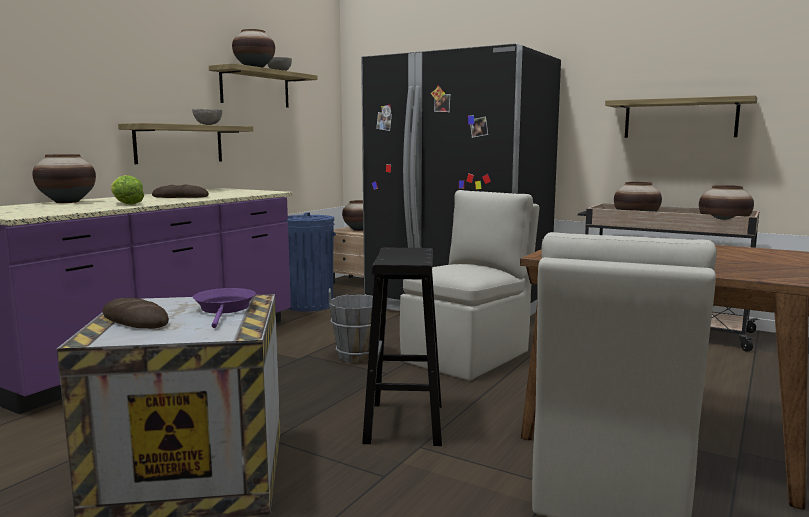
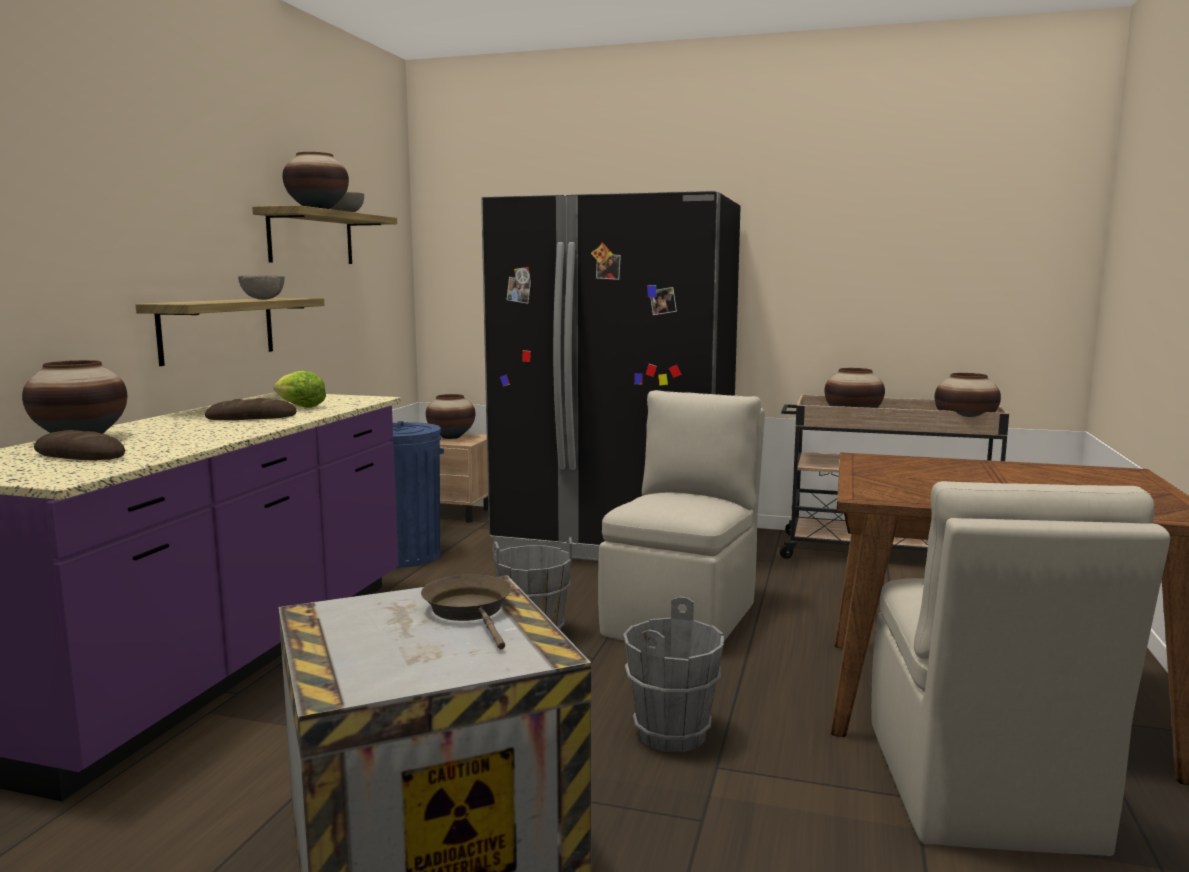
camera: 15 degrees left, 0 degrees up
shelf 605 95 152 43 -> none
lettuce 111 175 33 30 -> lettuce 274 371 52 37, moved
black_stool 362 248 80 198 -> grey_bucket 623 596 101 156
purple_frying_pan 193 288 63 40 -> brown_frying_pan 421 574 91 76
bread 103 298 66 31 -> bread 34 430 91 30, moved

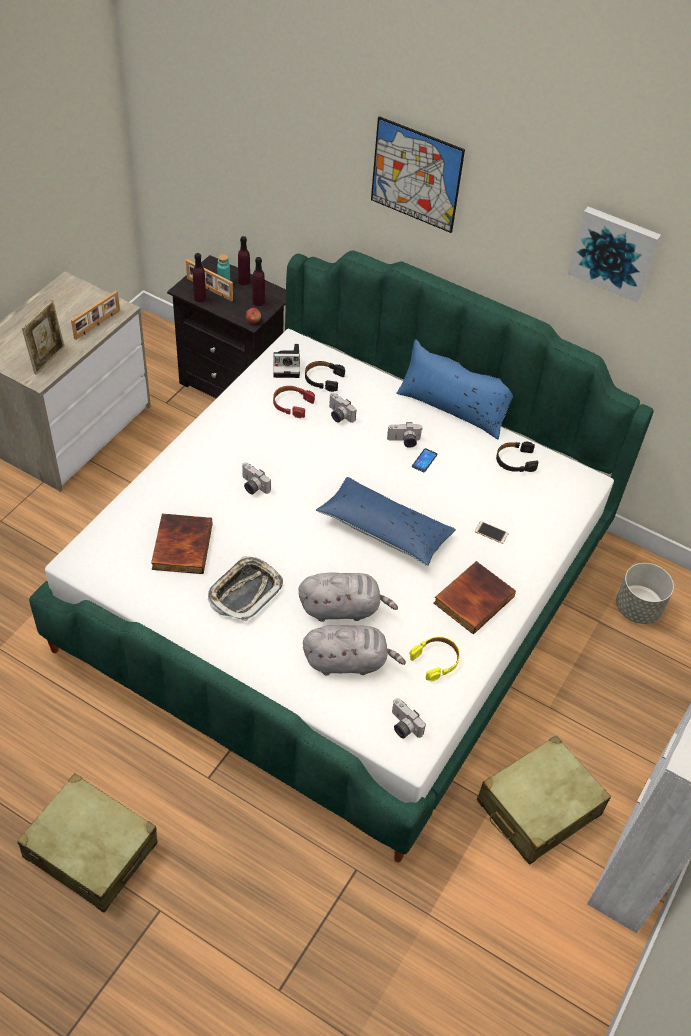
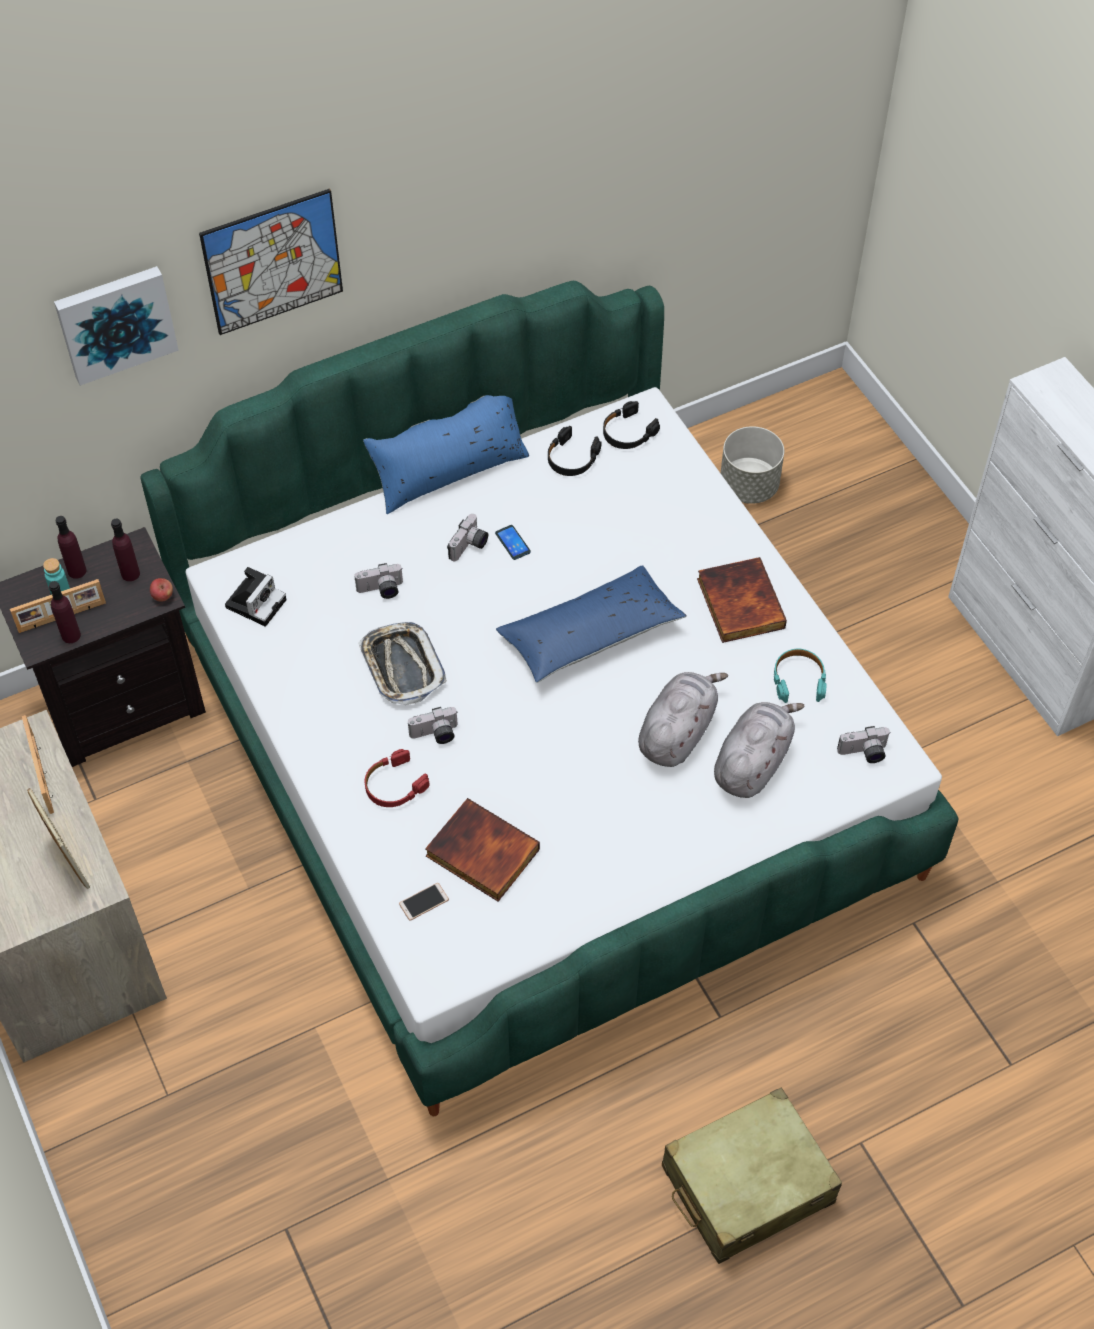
camera: 55 degrees left, 5 degrees up
picture 568 206 93 96 -> picture 54 266 125 120, moved
black_headphones 305 361 40 31 -> black_headphones 603 401 57 48, moved
red_headphones 273 386 42 32 -> red_headphones 365 749 65 58, moved
phone 475 521 34 23 -> phone 399 883 50 38, moved
tray 208 556 75 65 -> tray 358 622 89 83, moved
yellow_headphones 409 637 51 44 -> turquoise_headphones 774 649 53 54
beige_suitcase 477 736 134 129 -> none

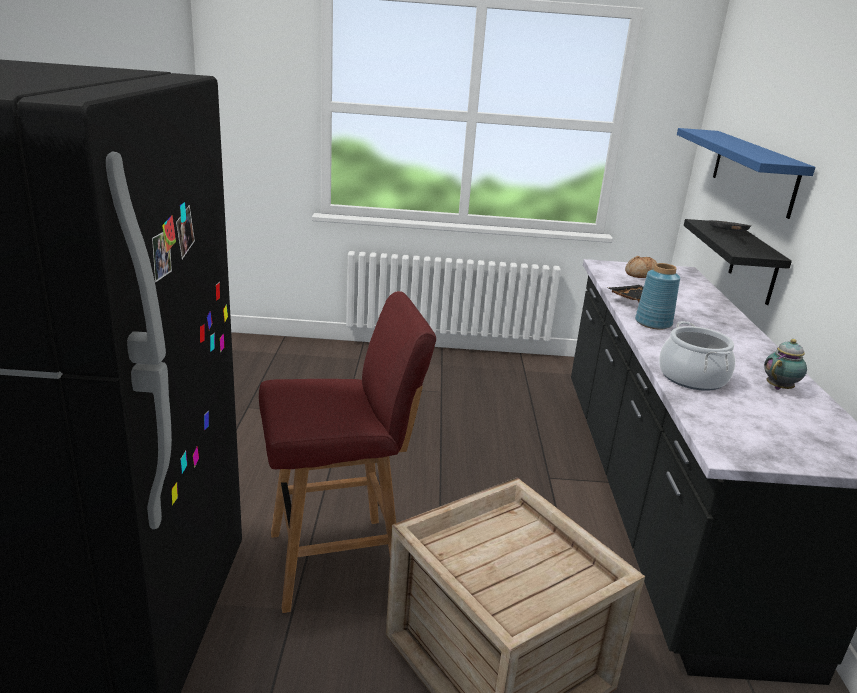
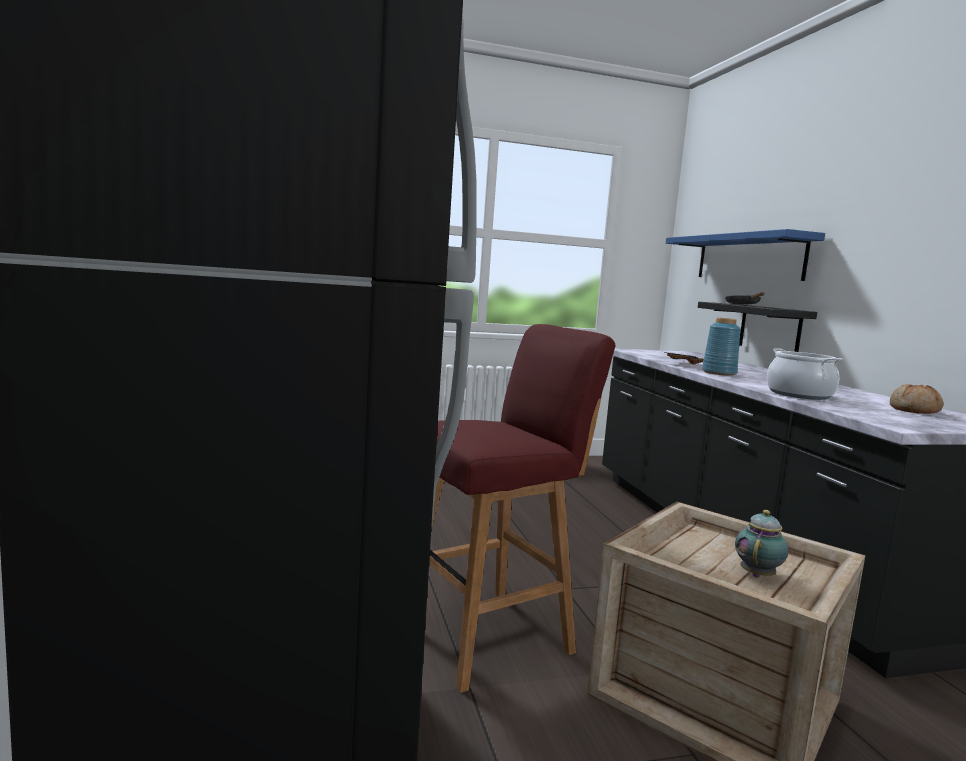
camera: 15 degrees left, 15 degrees down
bread 625 256 32 22 -> bread 890 384 53 30, moved
teapot 764 339 43 51 -> teapot 735 510 53 68, moved

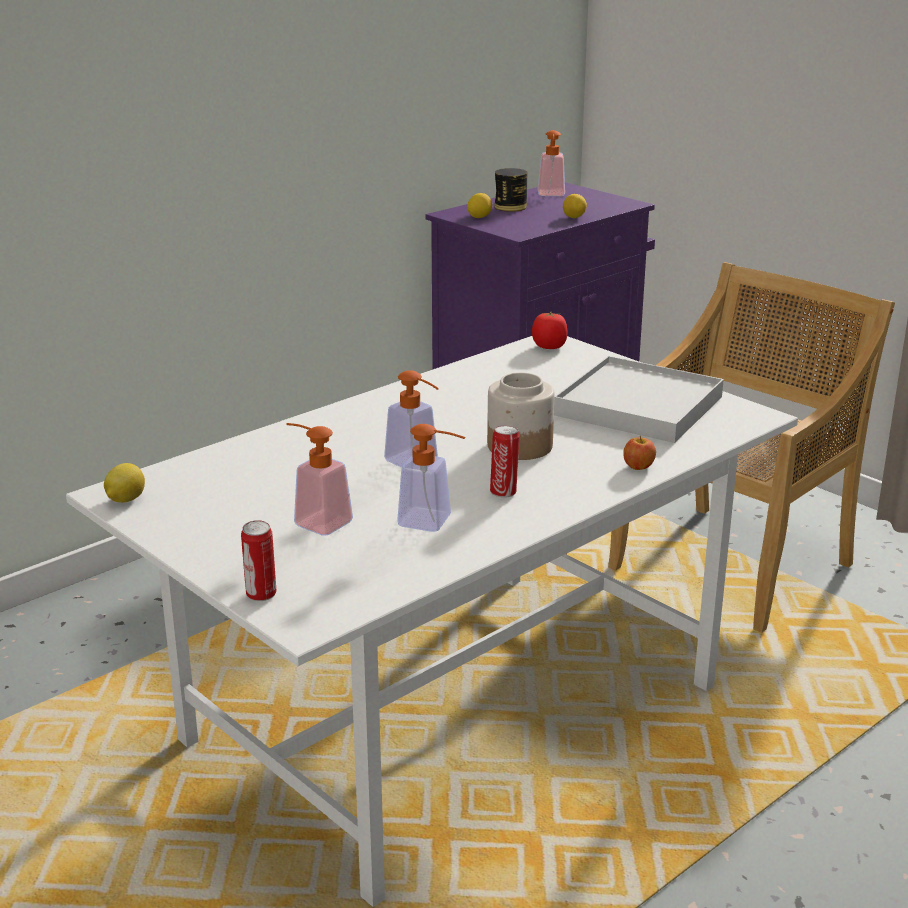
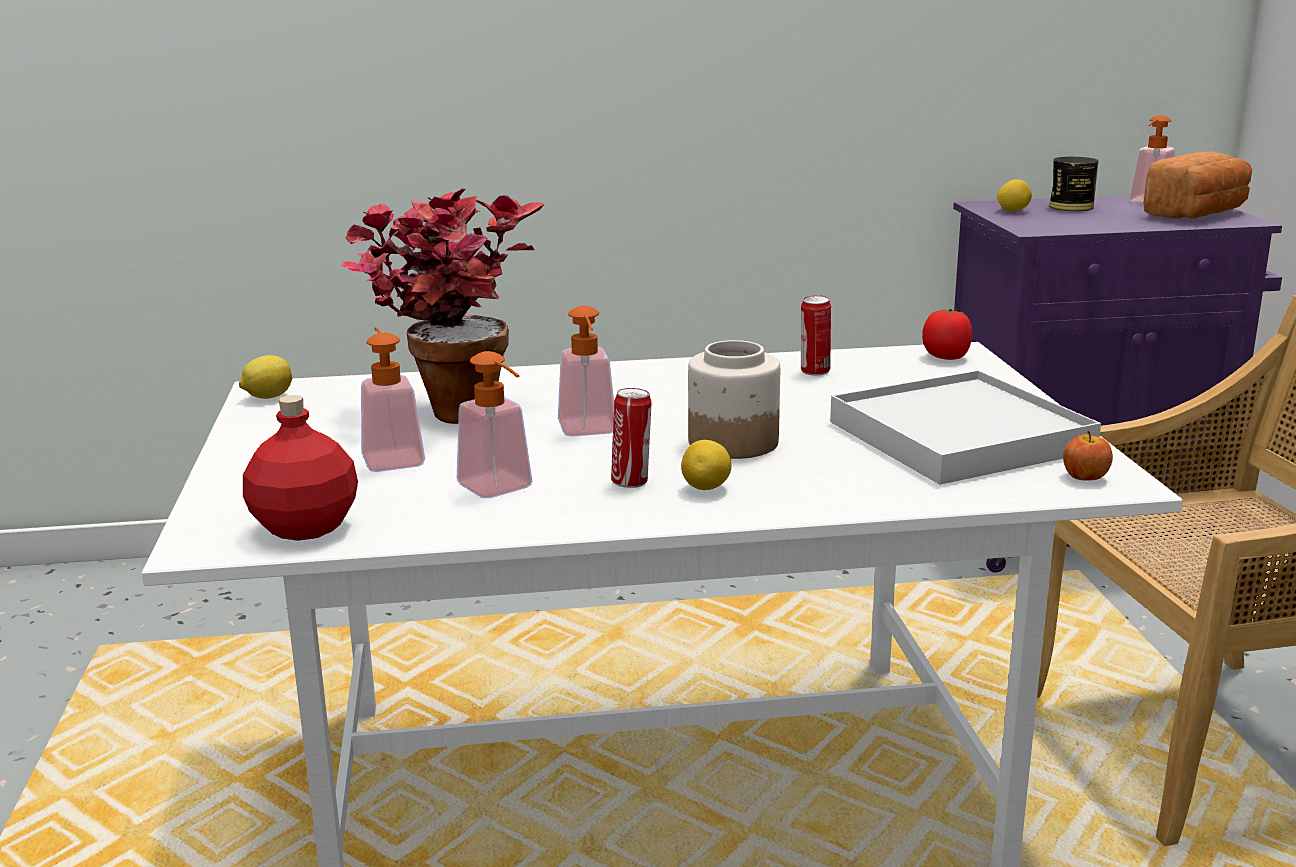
camera: 35 degrees right, 5 degrees down
lemon 563 194 24 24 -> lemon 681 440 50 50, moved
apple 623 436 33 34 -> apple 1063 430 50 51, moved
can 241 520 36 81 -> can 801 295 30 81, moved
none -> bread 1143 151 109 68
none -> potted_plant 341 189 204 235
none -> red_bottle 243 395 115 146

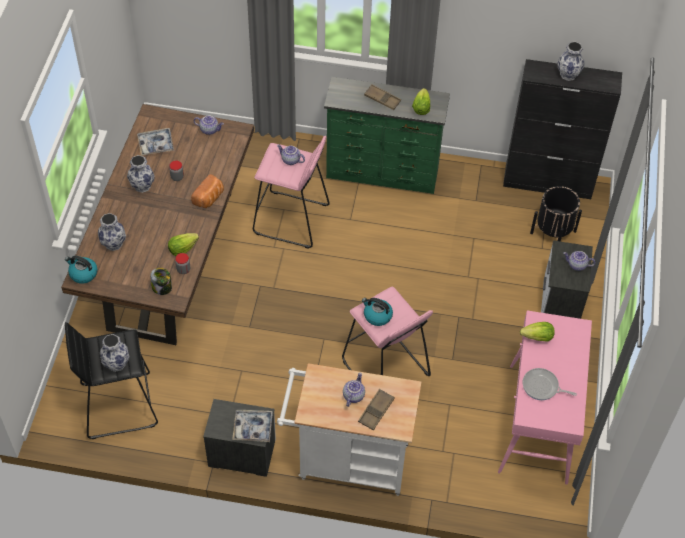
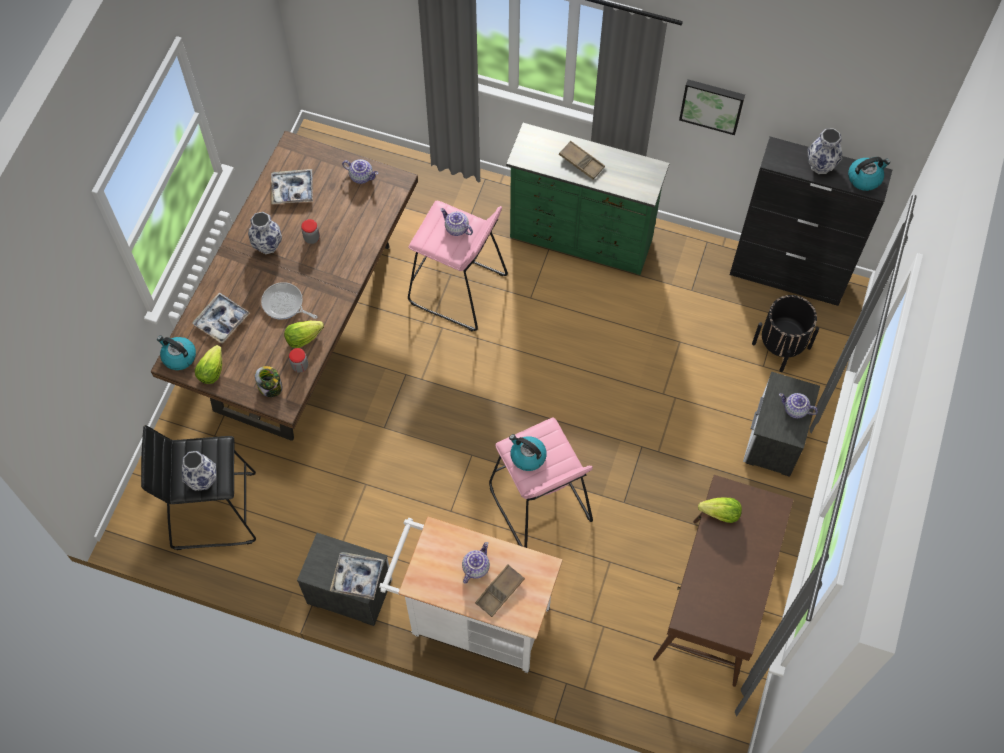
camera: 10 degrees right, 10 degrees up
lettuce 412 88 18 27 -> lettuce 195 345 27 39, moved
bread 191 174 33 34 -> none
vase 98 213 28 38 -> tray 192 292 58 52
pink_console_table 498 310 94 175 -> brown_console_table 653 475 141 212
frying_pan 523 368 54 32 -> frying_pan 261 282 56 38, moved
none -> picture 679 79 66 56
none -> kettle 848 157 42 34

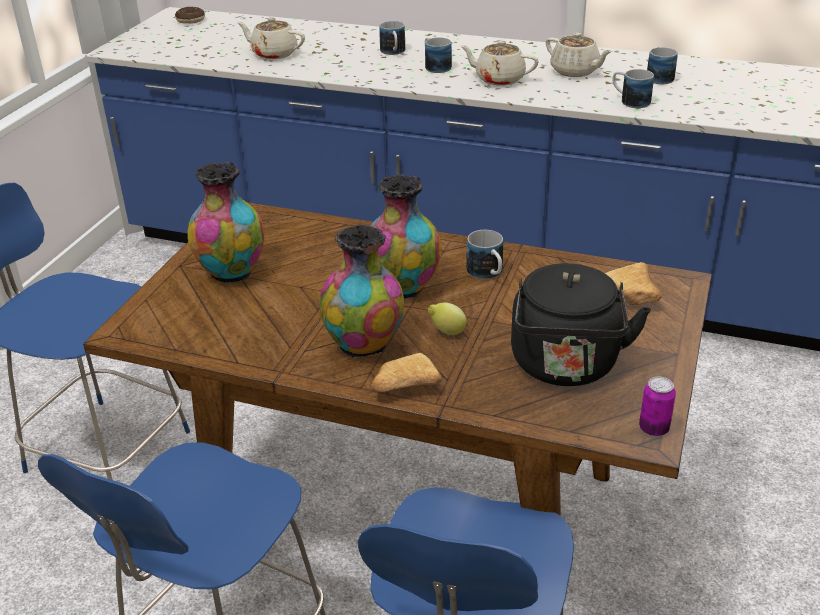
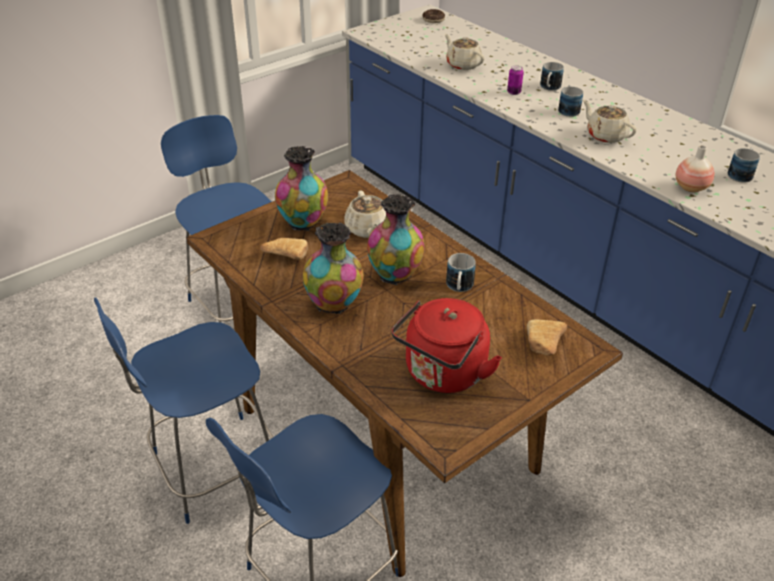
camera: 30 degrees right, 5 degrees up
beige_teapot 546 32 66 45 -> beige_teapot 344 190 42 48, moved
mug 612 69 42 39 -> vase 676 145 38 47
black_kettle 511 263 140 123 -> red_kettle 391 298 111 95
lemon 428 303 38 32 -> none
bread 372 353 70 39 -> bread 260 238 48 22, moved
can 639 377 37 59 -> can 507 65 17 30, moved

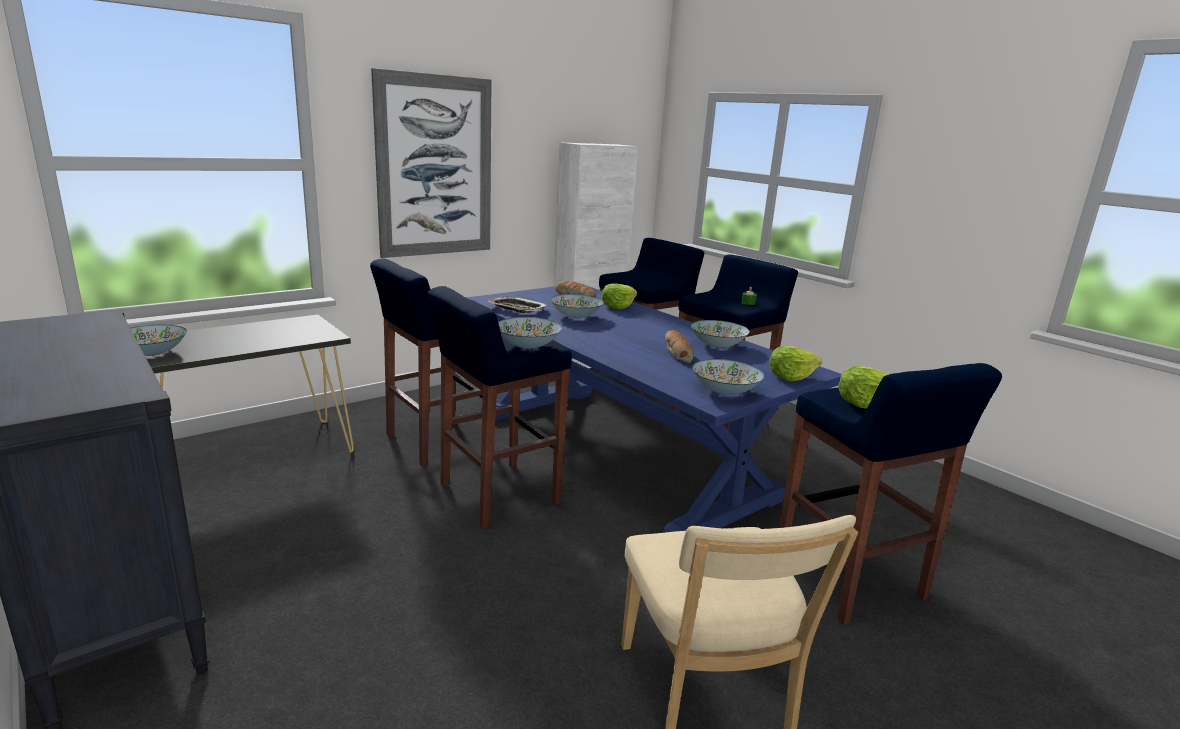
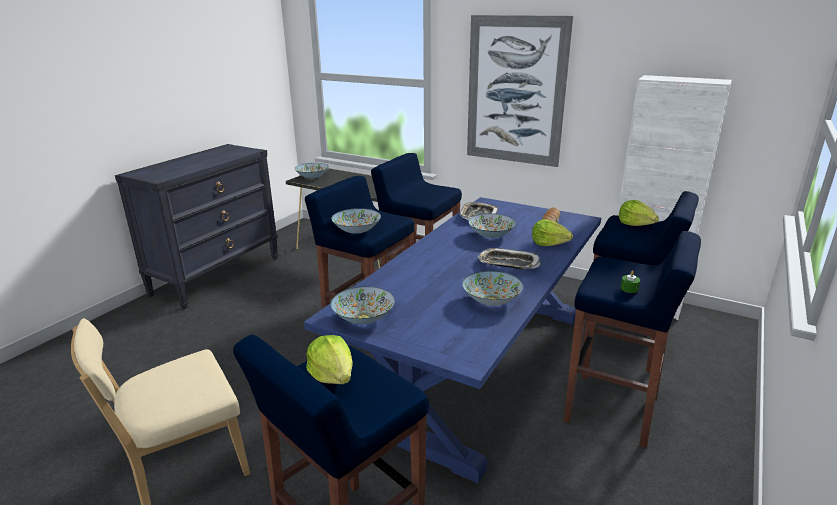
camera: 70 degrees right, 5 degrees up
bread 665 330 29 33 -> none
lettuce 770 346 52 35 -> lettuce 619 200 40 26, moved
none -> tray 478 248 63 22

